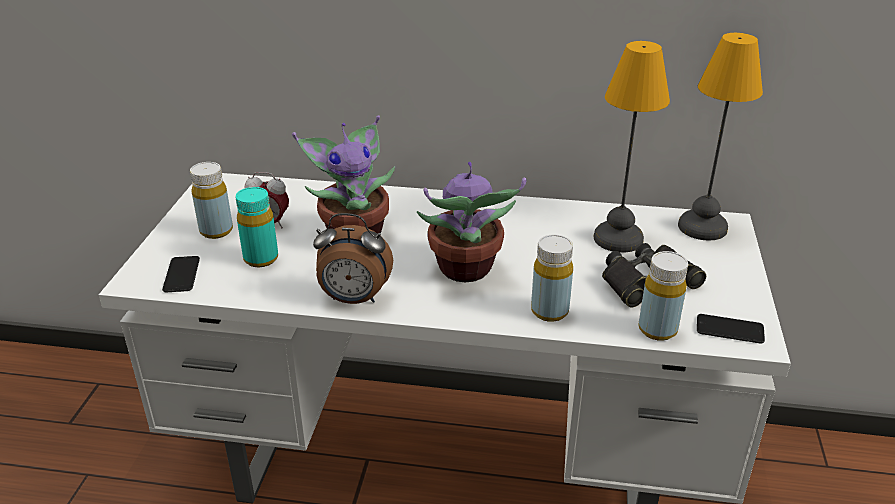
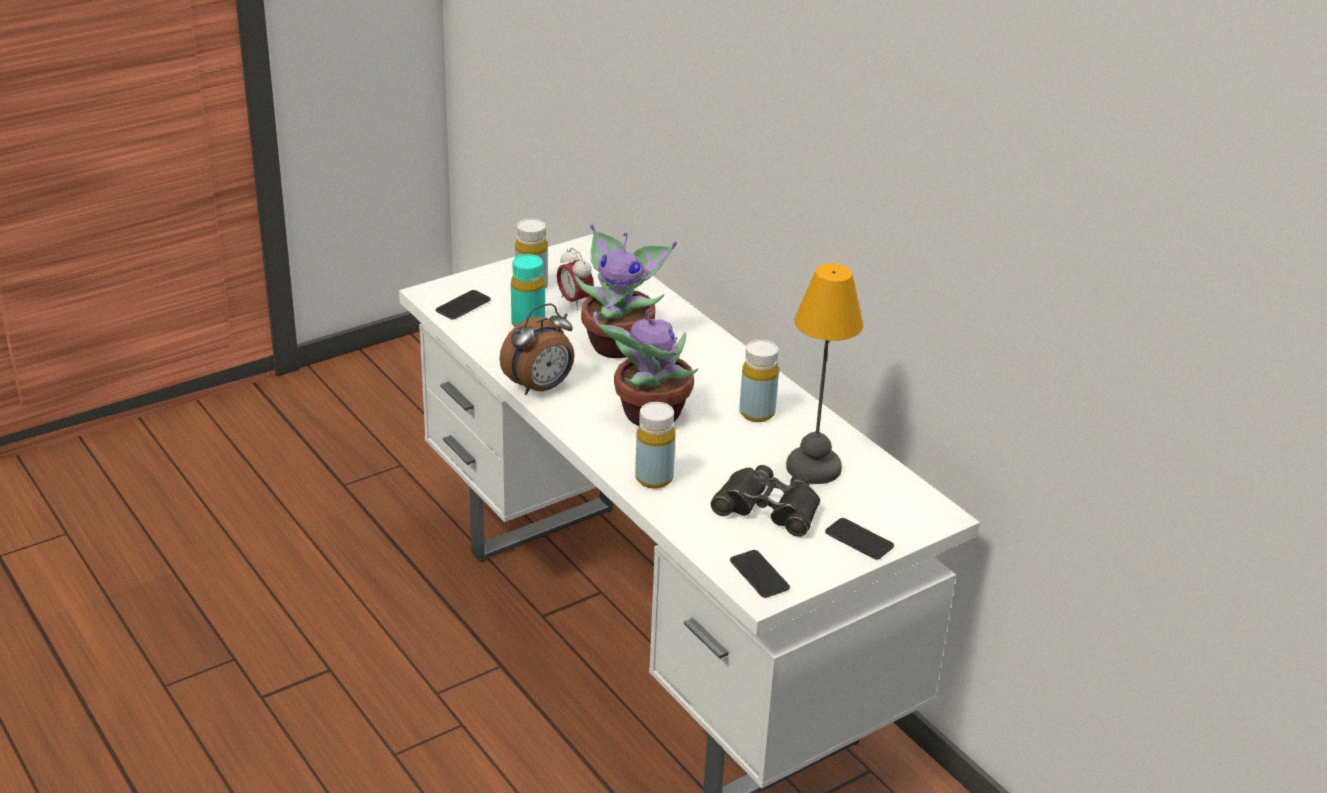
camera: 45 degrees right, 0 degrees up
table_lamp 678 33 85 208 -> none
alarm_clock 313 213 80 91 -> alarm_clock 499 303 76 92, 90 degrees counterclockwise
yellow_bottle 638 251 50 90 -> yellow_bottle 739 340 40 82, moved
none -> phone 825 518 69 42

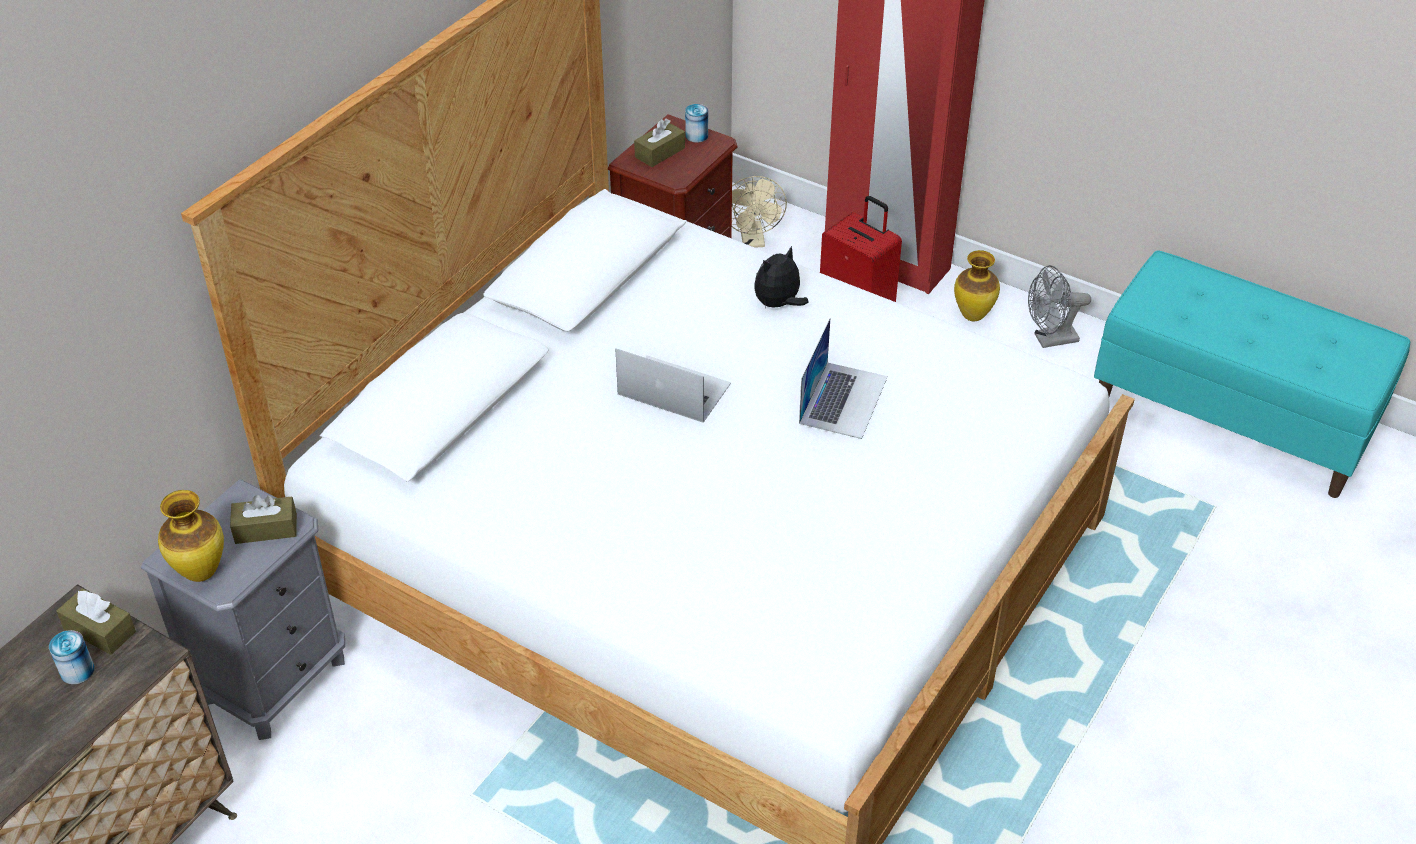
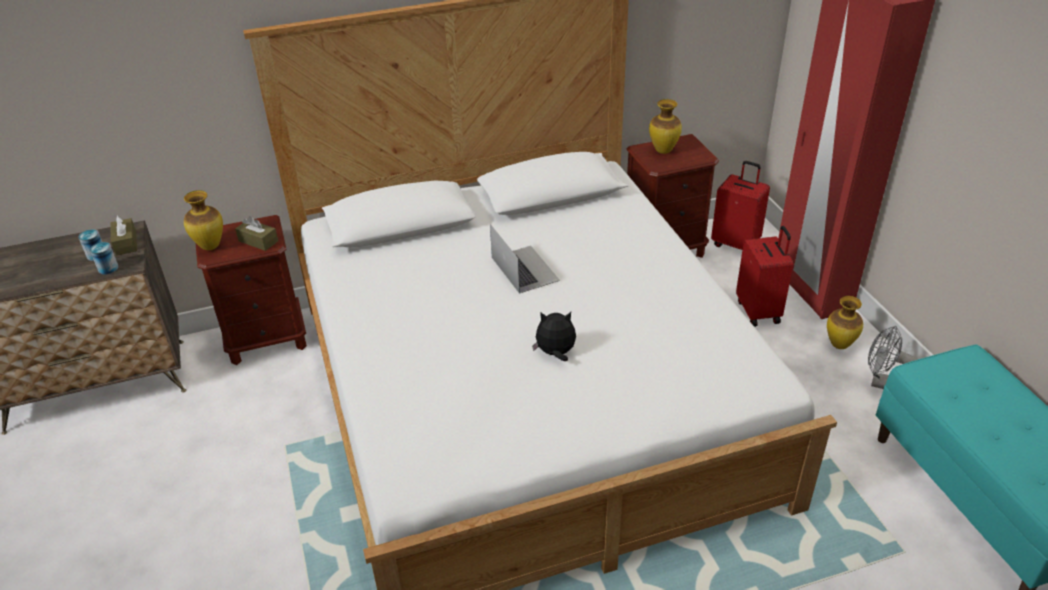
camera: 40 degrees right, 5 degrees down
can 685 104 23 39 -> can 90 242 28 33, moved
brown_tissue_box 634 118 51 49 -> vase 649 99 33 55
beige_fan 732 176 55 72 -> red_suitcase 711 161 59 89
plush_toy 755 246 54 63 -> plush_toy 532 312 44 49, moved
laptop 799 318 89 121 -> none
grey_nightstand 141 479 204 261 -> brown_nightstand 196 215 111 150

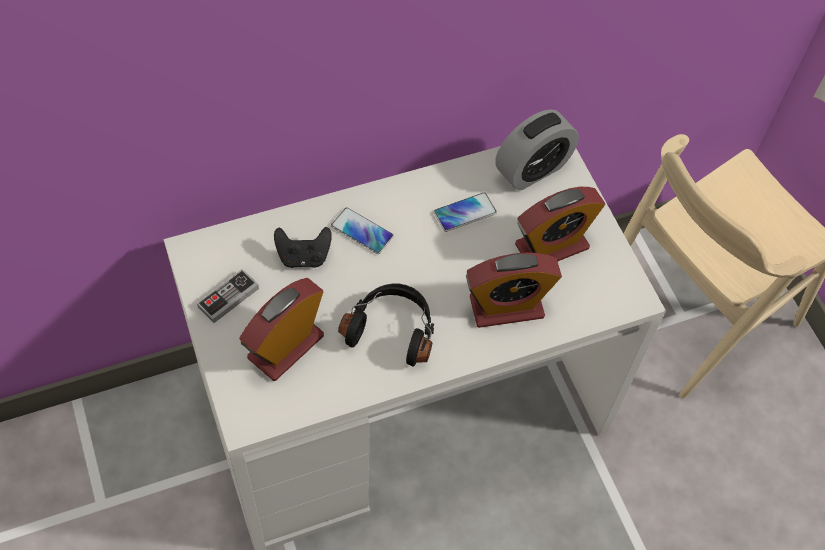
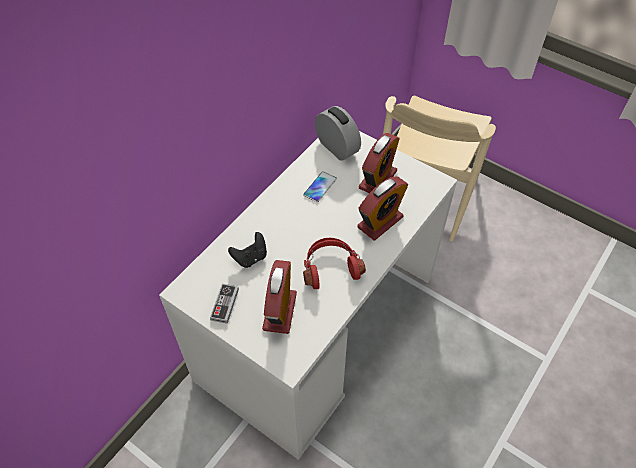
camera: 30 degrees left, 5 degrees down
alarm_clock 495 109 84 81 -> alarm_clock 315 106 46 55, 60 degrees counterclockwise
phone 331 207 63 47 -> none
black_headphones 338 284 96 82 -> red_headphones 303 238 63 51

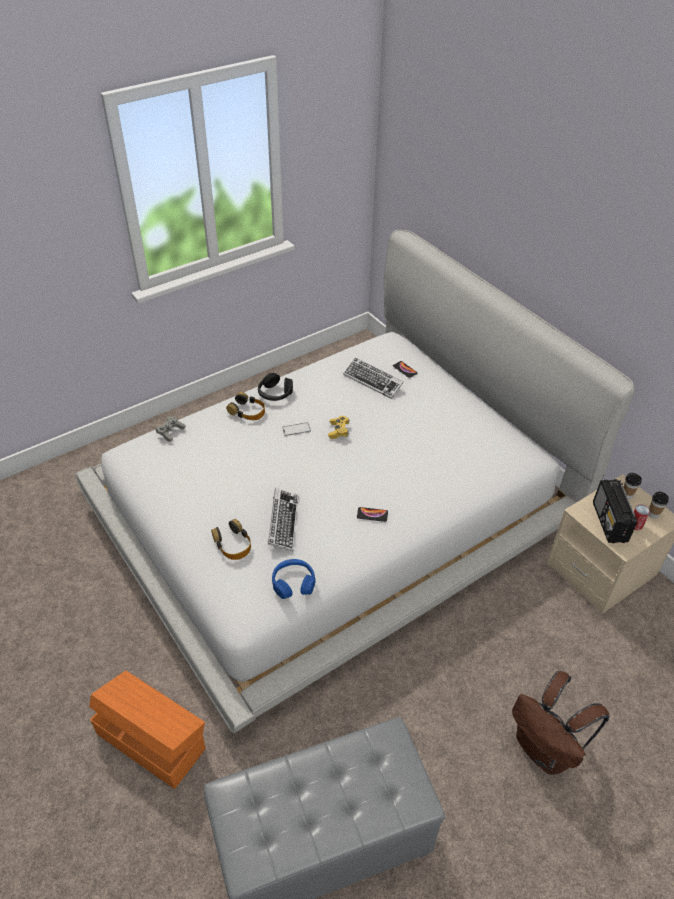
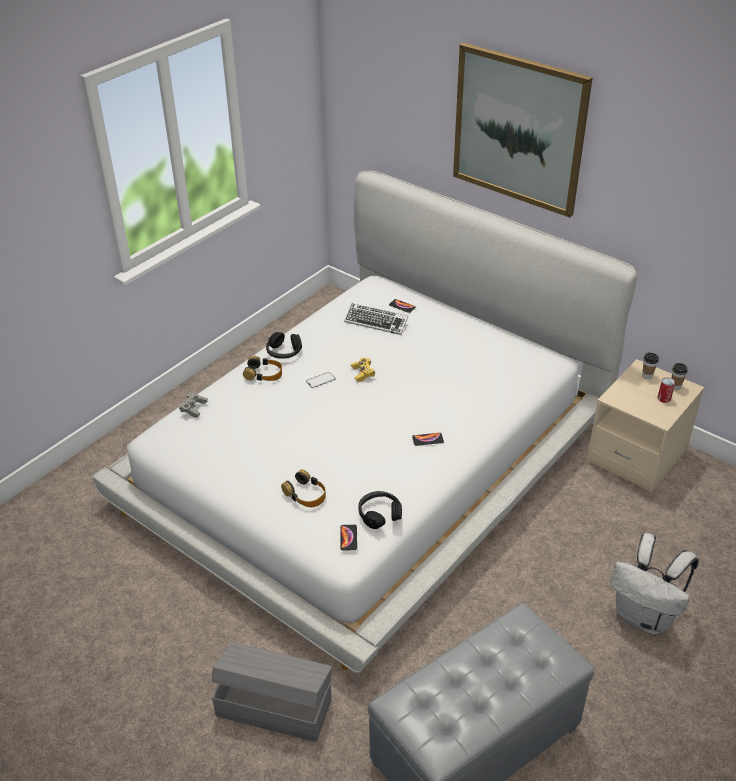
camera: 15 degrees left, 5 degrees down
radio 593 479 44 64 -> none
keyboard 268 488 30 63 -> none
blue_headphones 272 559 44 40 -> black_headphones 358 491 44 38
orange_storage_box 89 671 117 118 -> grey_storage_box 212 642 120 100
brown_backpack 512 671 98 104 -> white_backpack 611 533 88 102
none -> picture 453 43 140 175
none -> phone 340 525 17 26

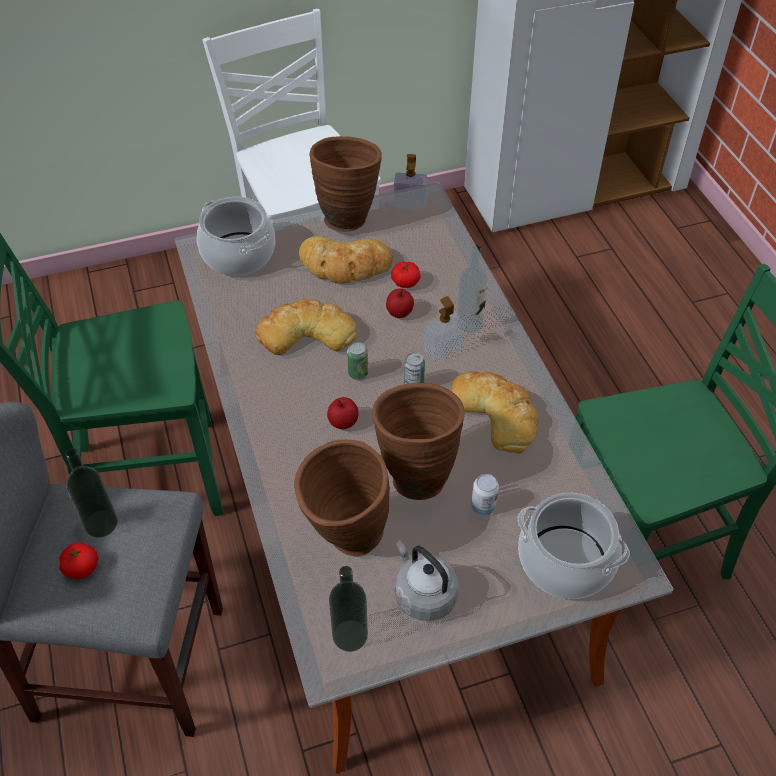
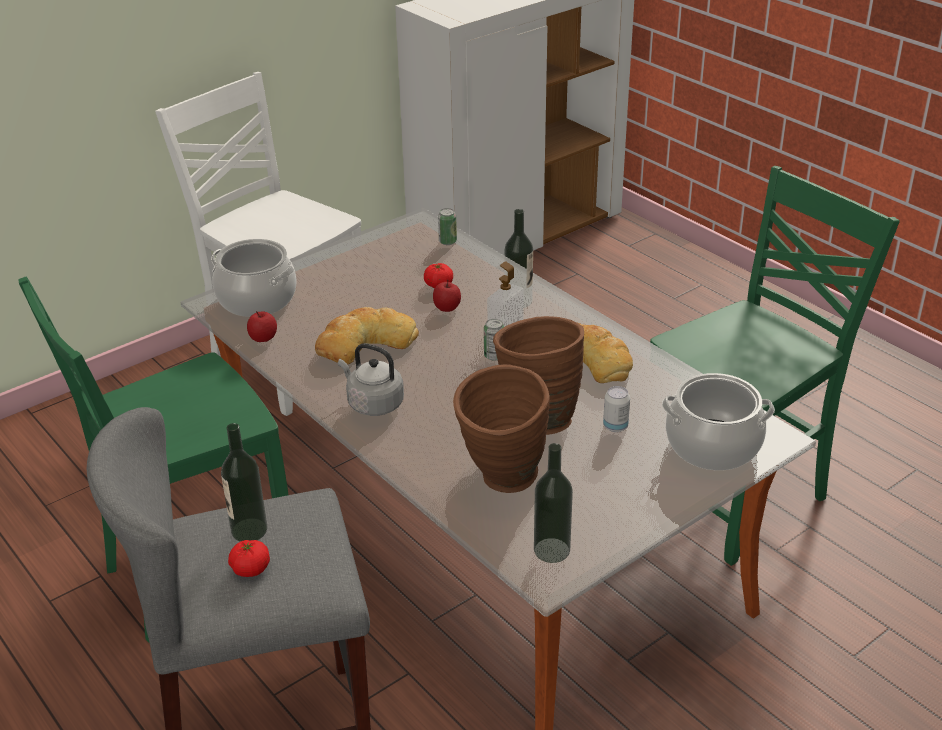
camera: 20 degrees left, 15 degrees down
brown_vase 309 136 73 96 -> none
soap_dispenser 394 154 33 57 -> none
bread 299 236 94 48 -> none
can 347 342 21 38 -> can 438 208 19 37, moved
apple 327 397 32 32 -> apple 247 311 30 31, moved
grey_kettle 395 540 64 81 -> grey_kettle 338 343 66 73, moved

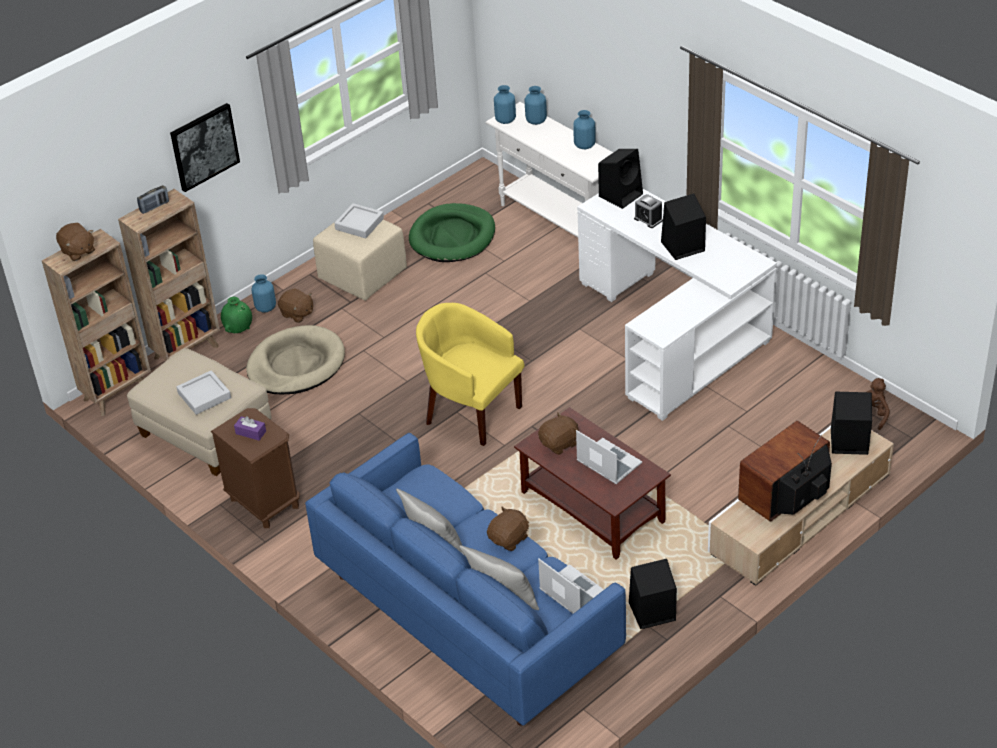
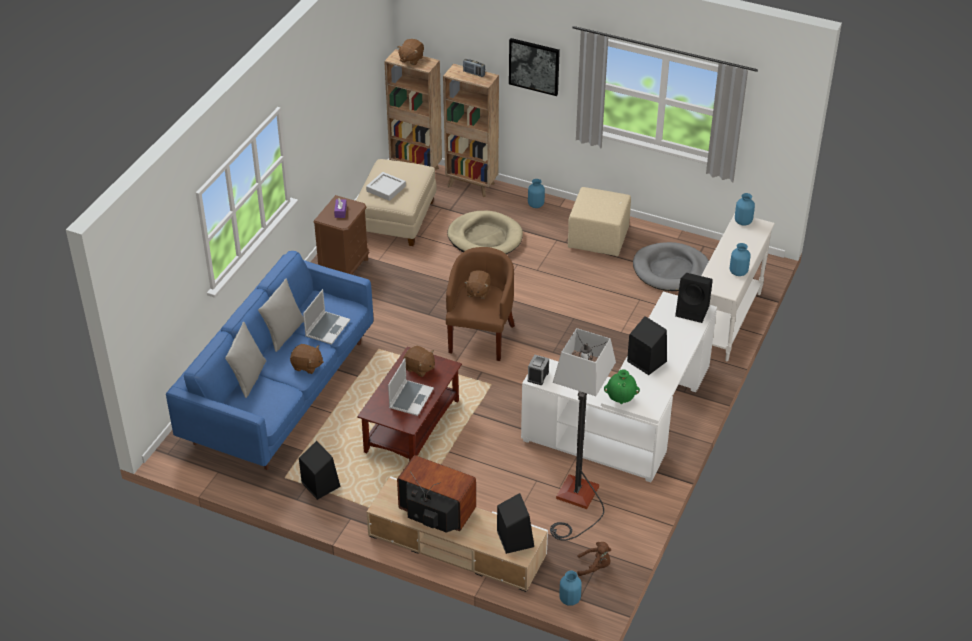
camera: 65 degrees right, 0 degrees up
blue_vase 525 86 22 39 -> blue_vase 559 571 23 35, moved
alarm_clock 634 194 29 34 -> alarm_clock 527 354 22 31, moved
grey_tray 334 203 50 35 -> none
green_dog_bed 409 203 86 59 -> grey_dog_bed 633 242 76 49
brown_plush_toy 278 288 35 35 -> brown_plush_toy 464 270 27 29, moved
green_vase 221 297 31 36 -> green_vase 604 369 36 35, moved
yellow_armchair 416 303 109 143 -> brown_armchair 446 247 69 114
laptop 538 559 66 55 -> laptop 303 289 47 56, moved
none -> floor_lamp 550 328 66 213

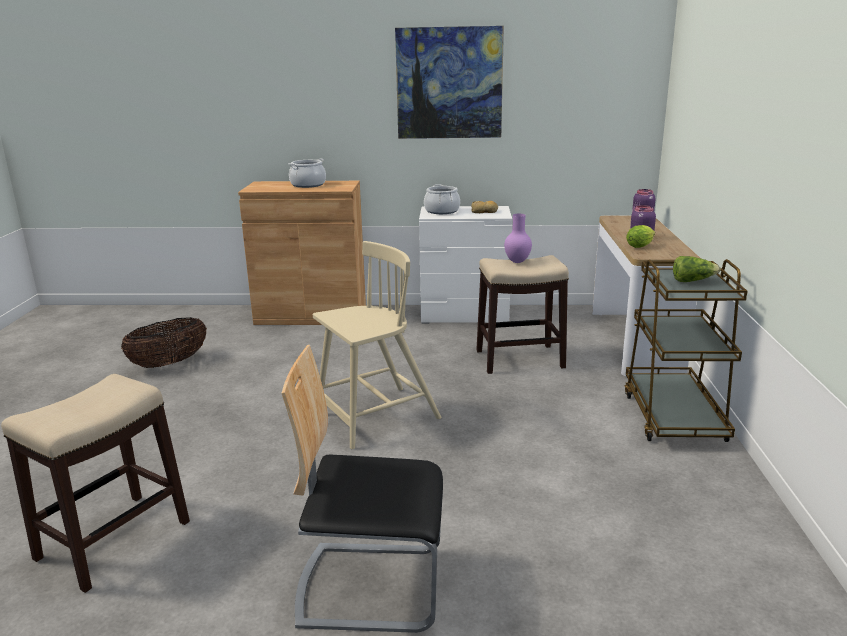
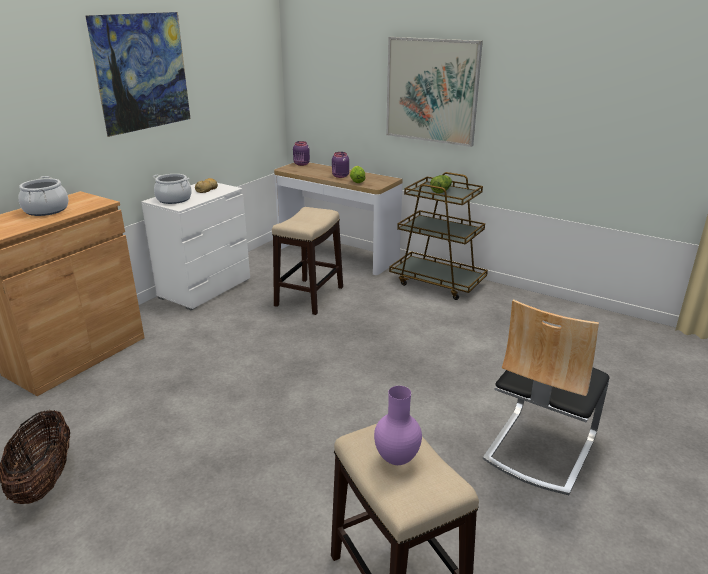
camera: 60 degrees left, 5 degrees up
purple_vase 504 214 28 49 -> purple_vase 374 386 48 79, moved
beige_chair 313 241 128 208 -> none
none -> picture 386 37 97 110

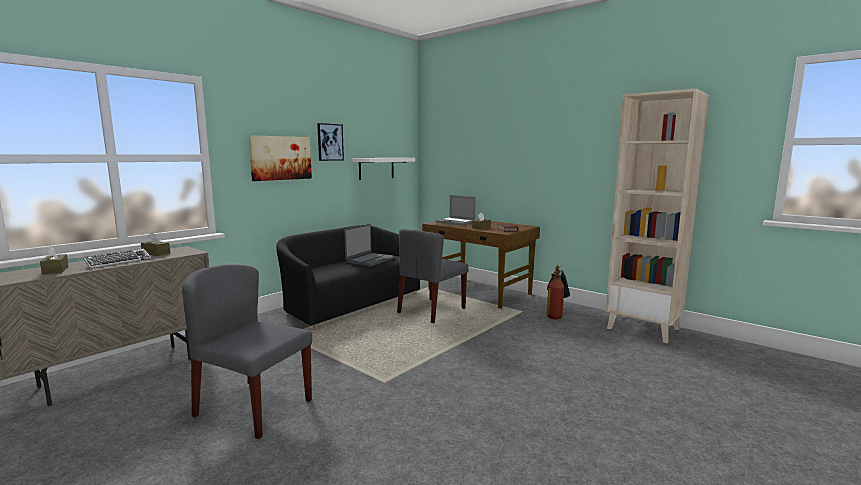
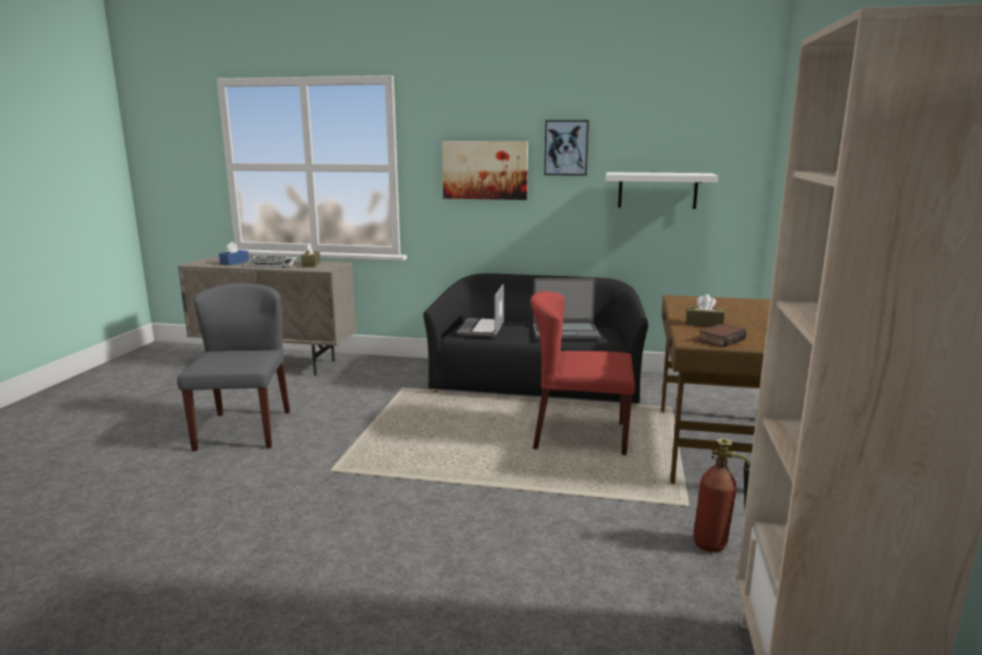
camera: 60 degrees right, 5 degrees up
laptop 436 195 40 30 -> laptop 457 284 47 53, moved
grey_chair 397 228 72 95 -> red_chair 530 292 105 163
brown_tissue_box 40 246 29 29 -> blue_tissue_box 219 242 30 23

